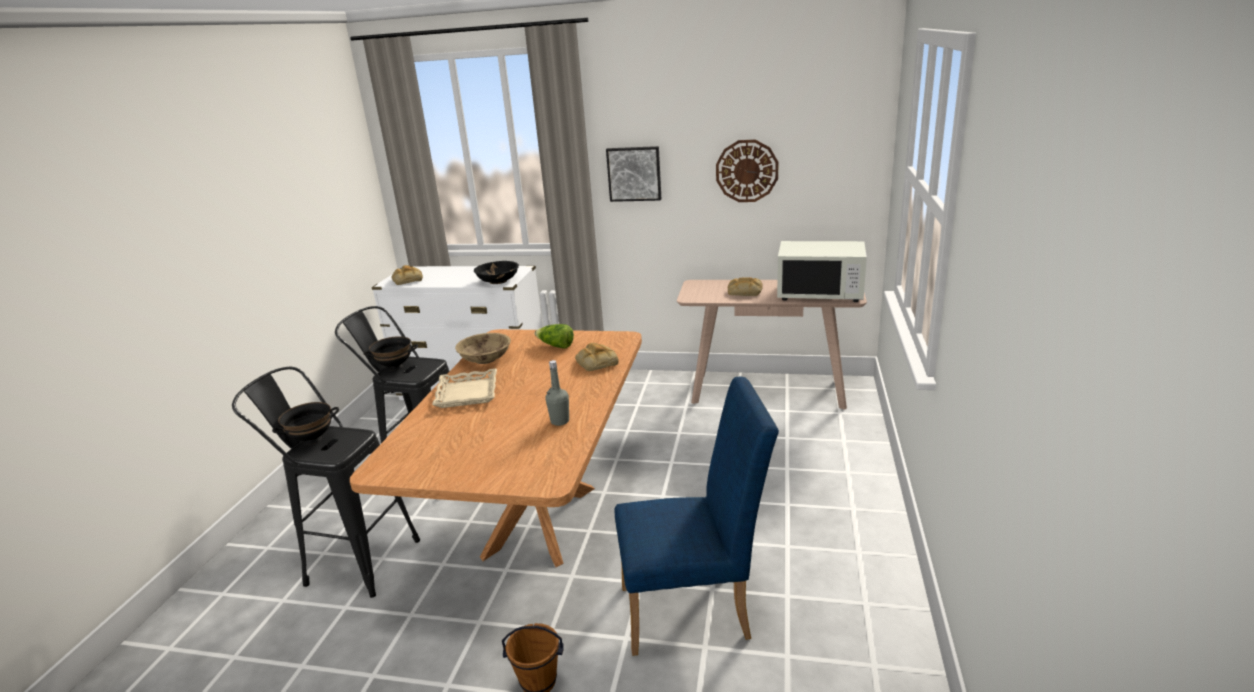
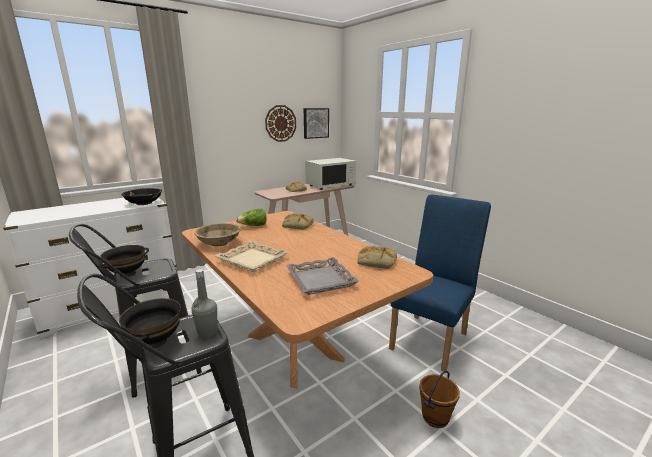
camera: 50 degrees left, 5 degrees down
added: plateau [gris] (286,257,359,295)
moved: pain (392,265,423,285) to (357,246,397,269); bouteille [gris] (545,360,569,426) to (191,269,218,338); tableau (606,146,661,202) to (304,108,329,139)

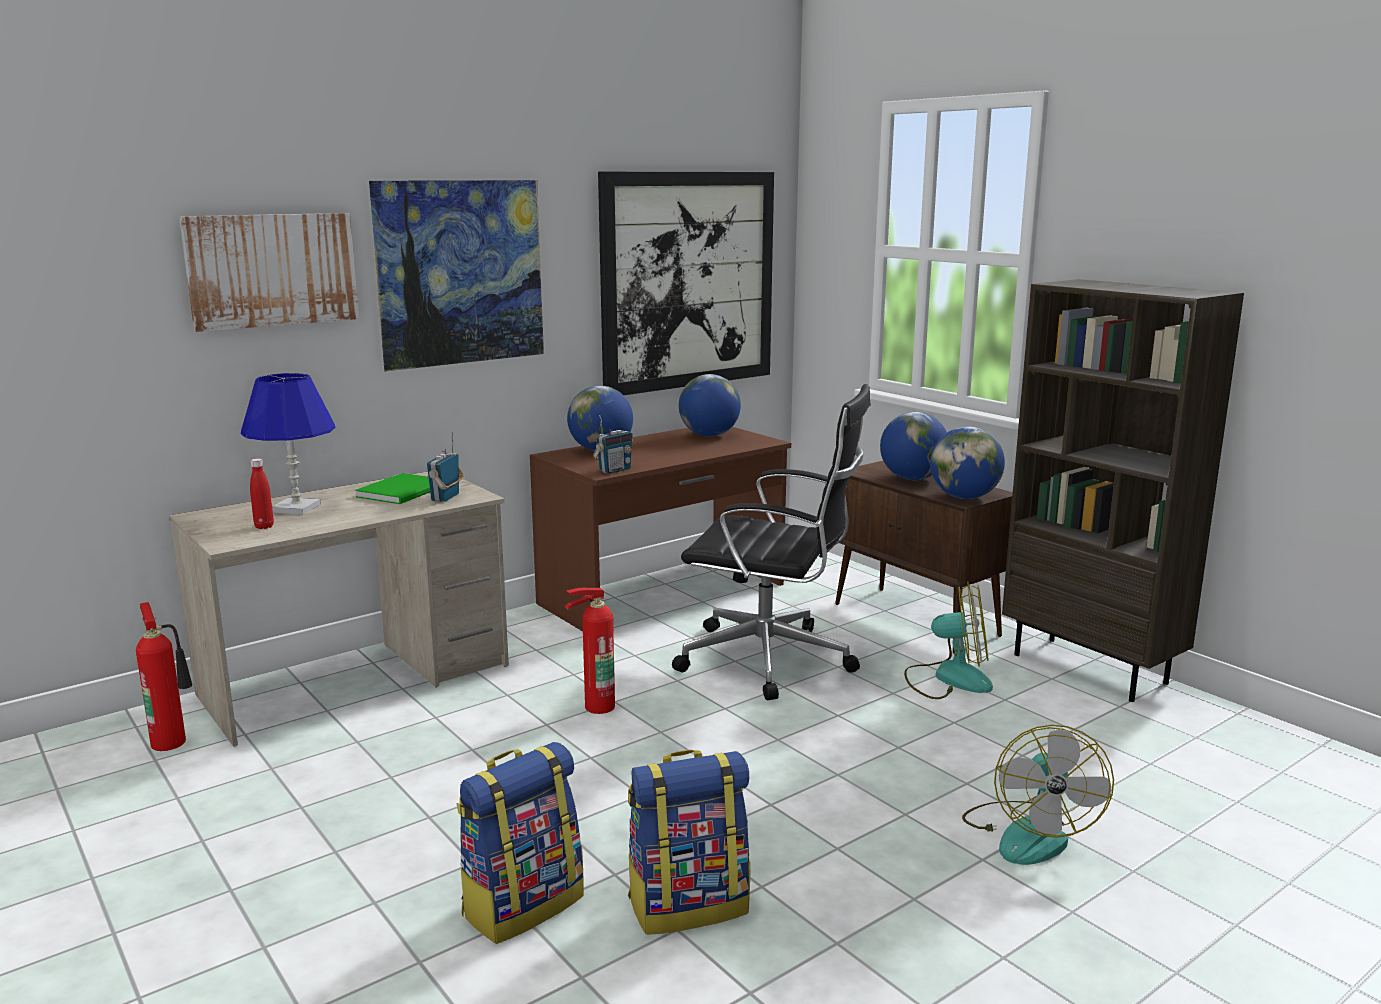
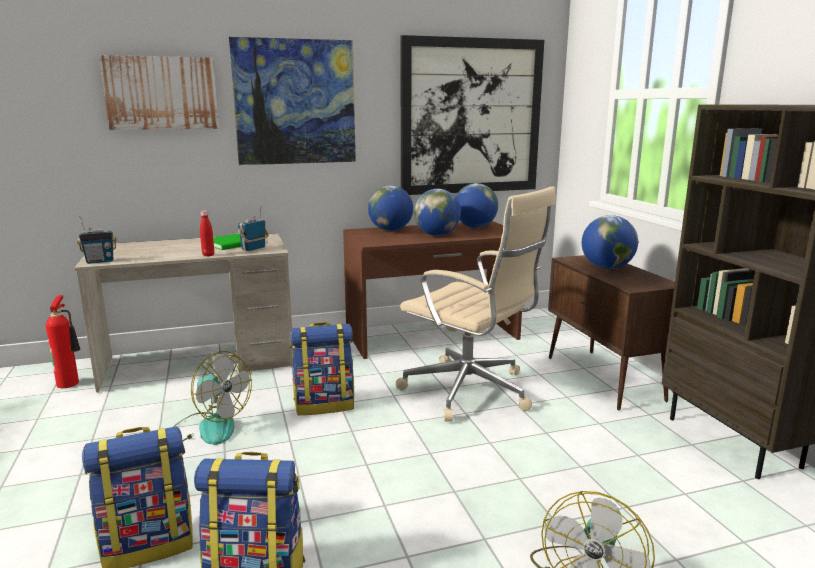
camera: 20 degrees right, 0 degrees up
removed: lampe de table [bleu] (241,373,335,514)
moved: bouteille [rouge] (250,459,274,529) to (200,211,214,257); radio (593,415,633,474) to (77,216,116,264); ventilateur (904,581,993,699) to (173,351,252,445); globe (930,426,1005,499) to (414,189,461,236)
replaced: extincteur (564,588,615,714) to sac à dos (290,322,354,415)
recoloured: chaise de bureau [noir] (672,384,871,700) to chaise de bureau [beige] (395,186,556,422)

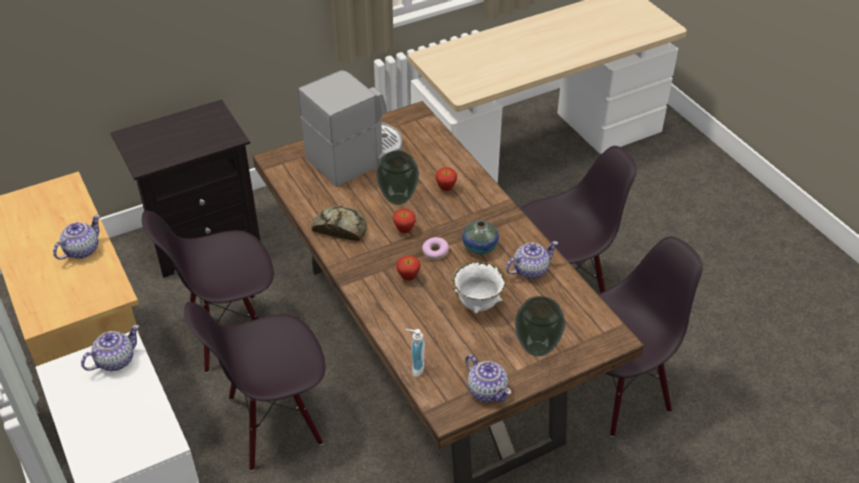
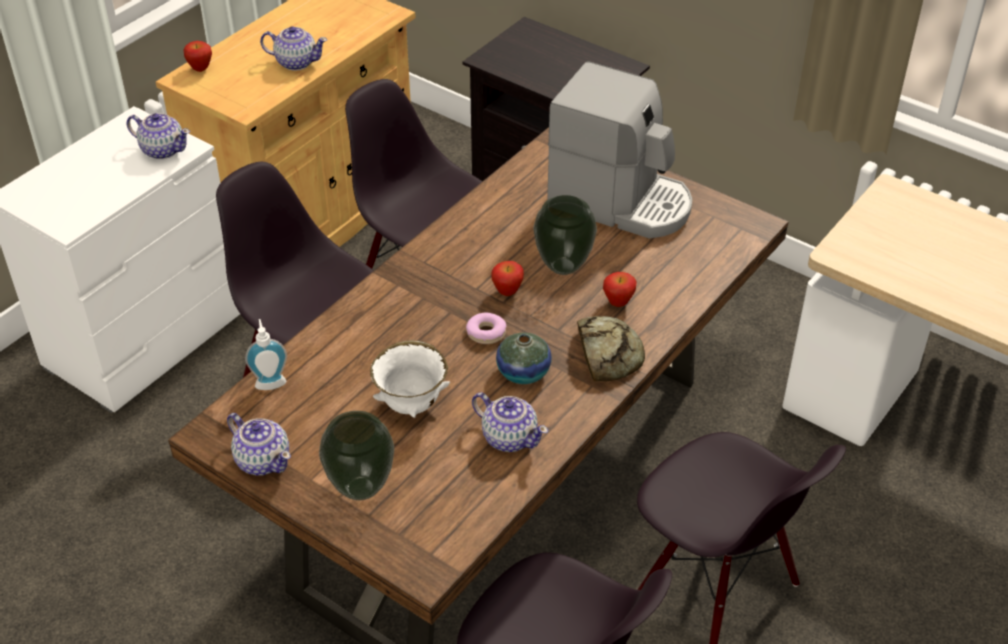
camera: 65 degrees right, 0 degrees up
moved: pain (311,206,367,241) to (577,316,645,381); pomme (396,256,421,281) to (184,41,212,72)
turned: théière (465,354,512,402) = (227,413,291,476) 75 degrees counterclockwise

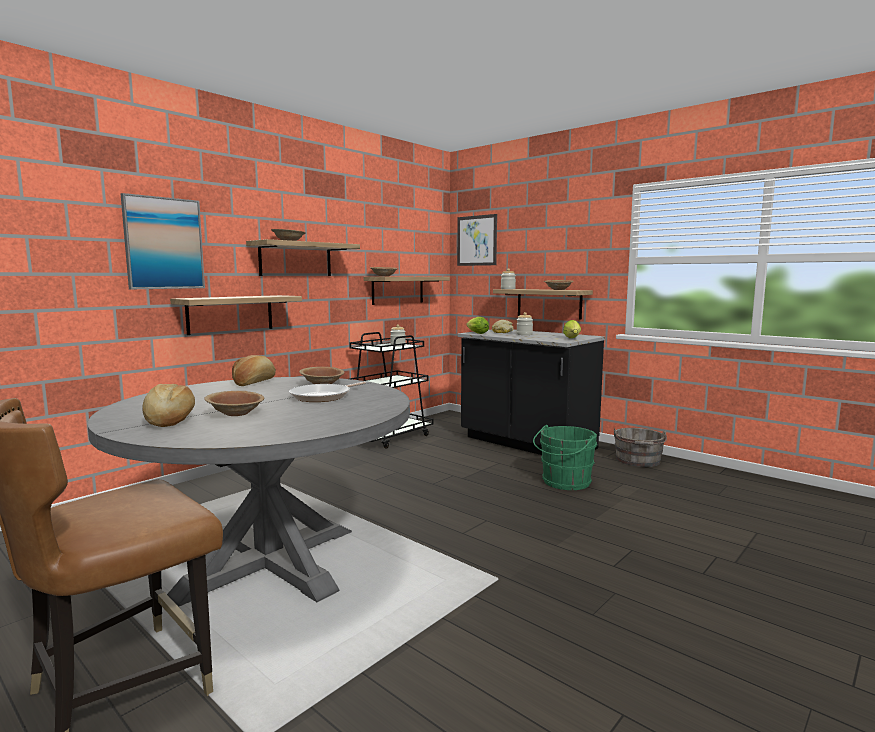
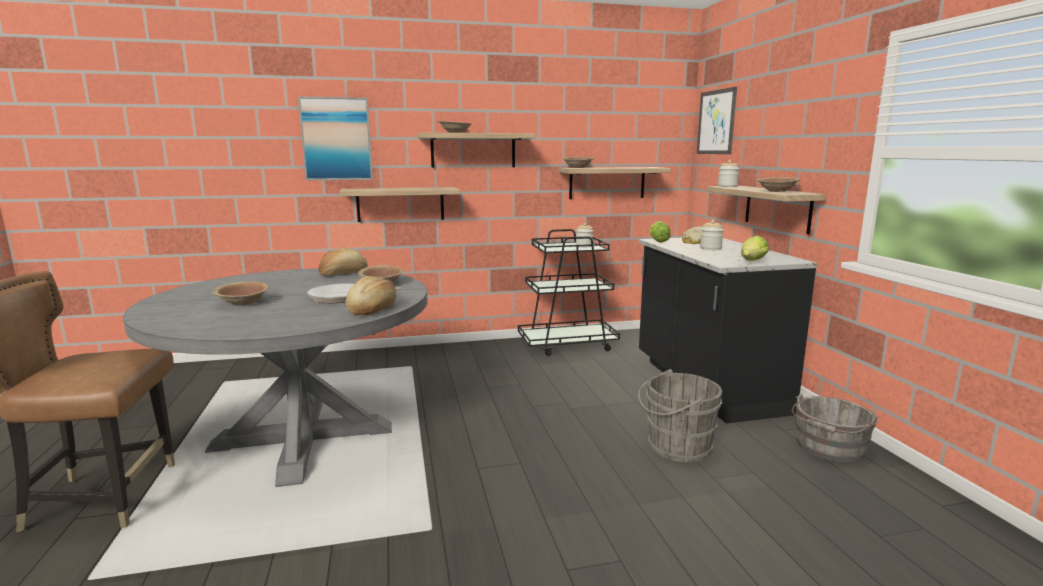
camera: 35 degrees right, 5 degrees up
moved: pain (142,384,195,427) to (346,276,396,315)
recoloured: seau [vert] (533,425,597,490) to seau [gris] (638,369,723,462)

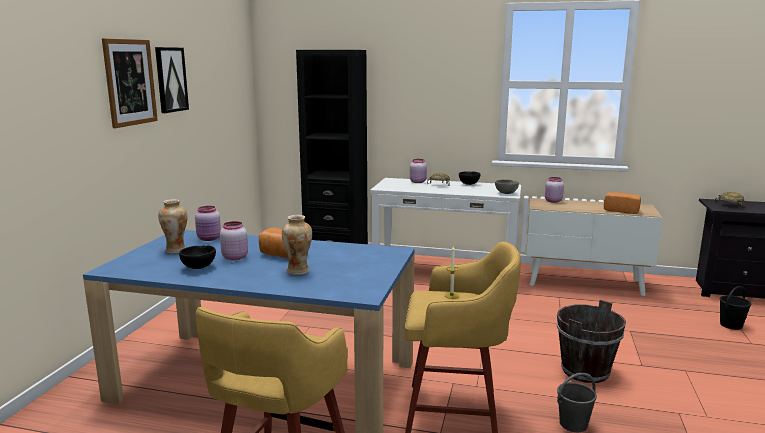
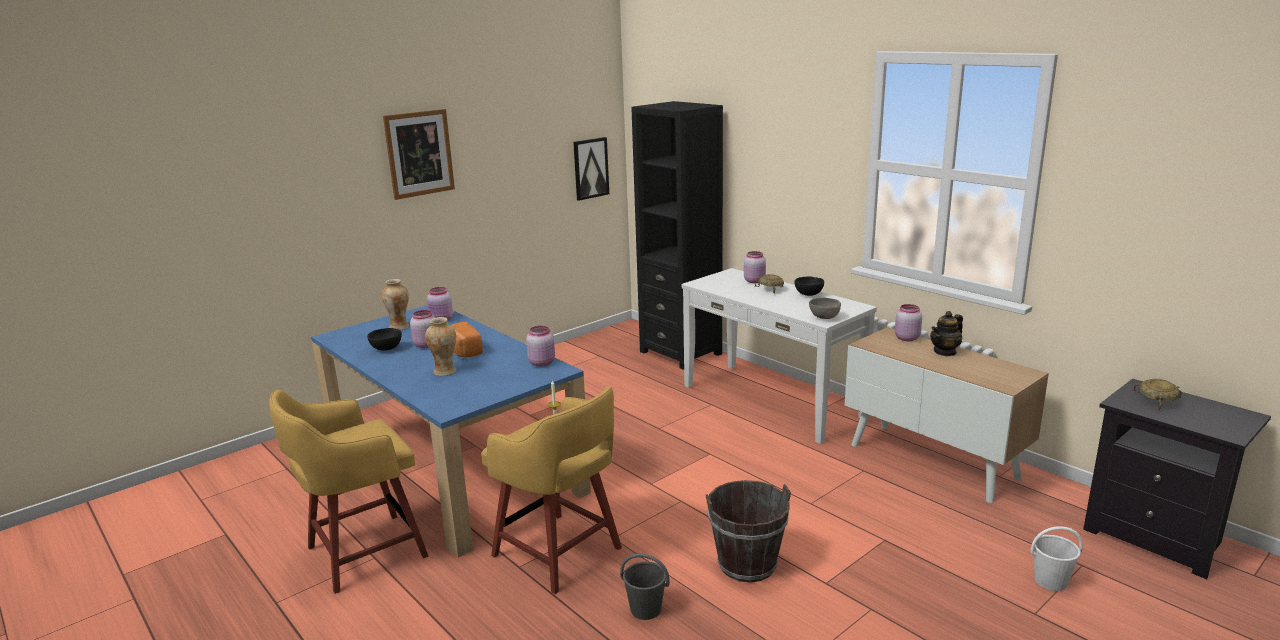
camera: 35 degrees right, 5 degrees up
removed: pain (604,192,641,214)
added: bocal [rose] (526,326,555,366); théière (930,311,963,356)
moved: tableau (155,47,189,113) to (573,137,609,201)
recoloured: seau [noir] (720,286,751,330) to seau [blanc] (1030,526,1083,591)

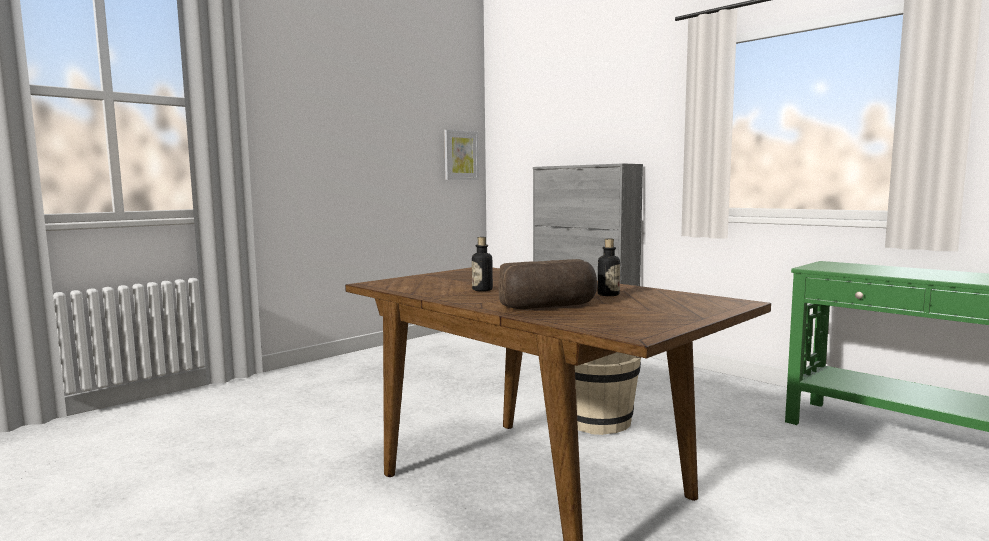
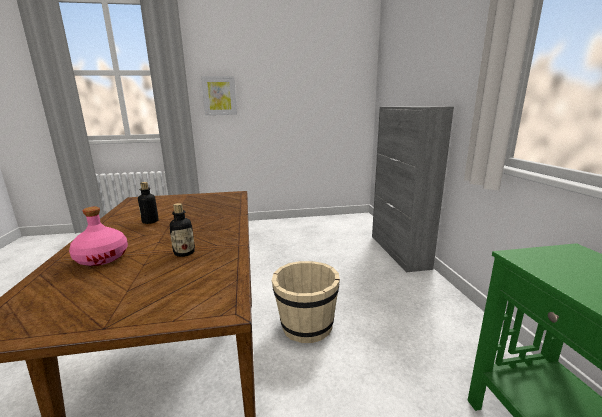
camera: 35 degrees right, 10 degrees up
moved: tableau (444,130,479,180) to (201,76,237,115)
replaced: pain (498,259,597,309) to bouteille [rose] (69,207,128,266)

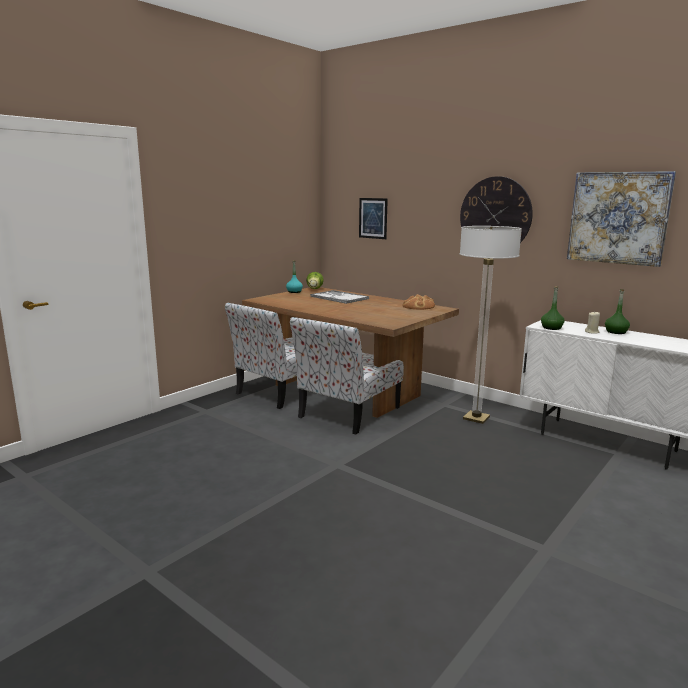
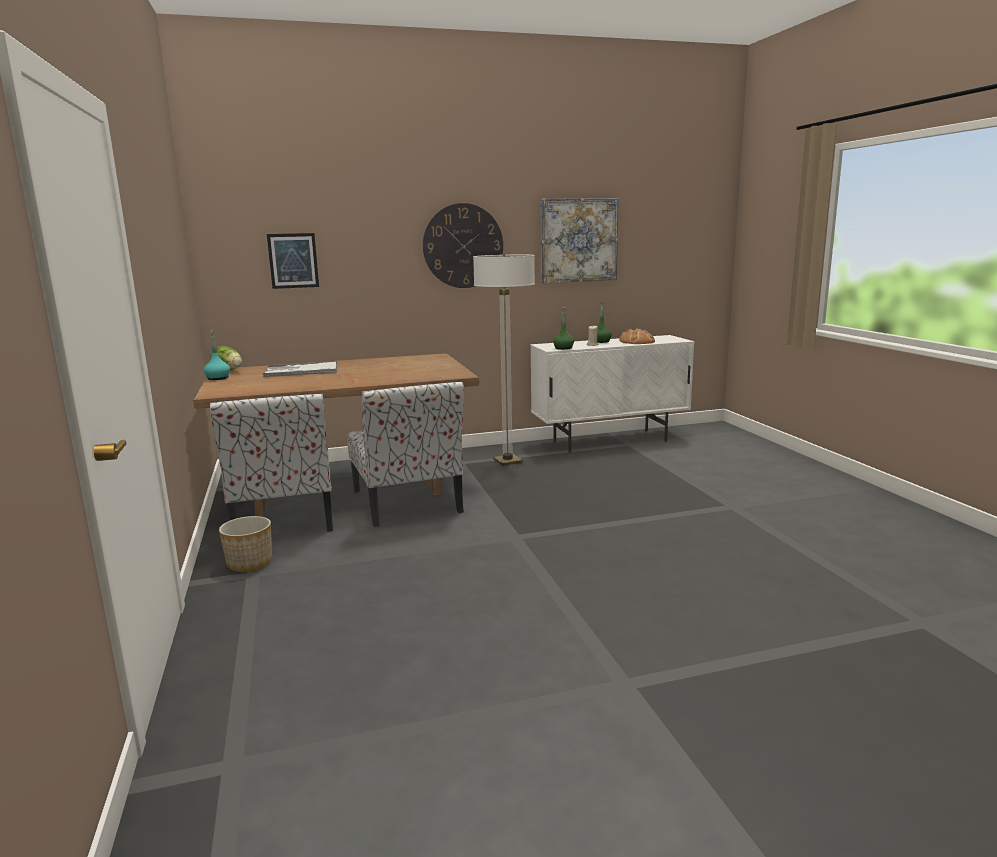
camera: 55 degrees left, 0 degrees up
added: cache-pot (219,516,272,572)
moved: pain (403,294,435,310) to (619,328,655,344)

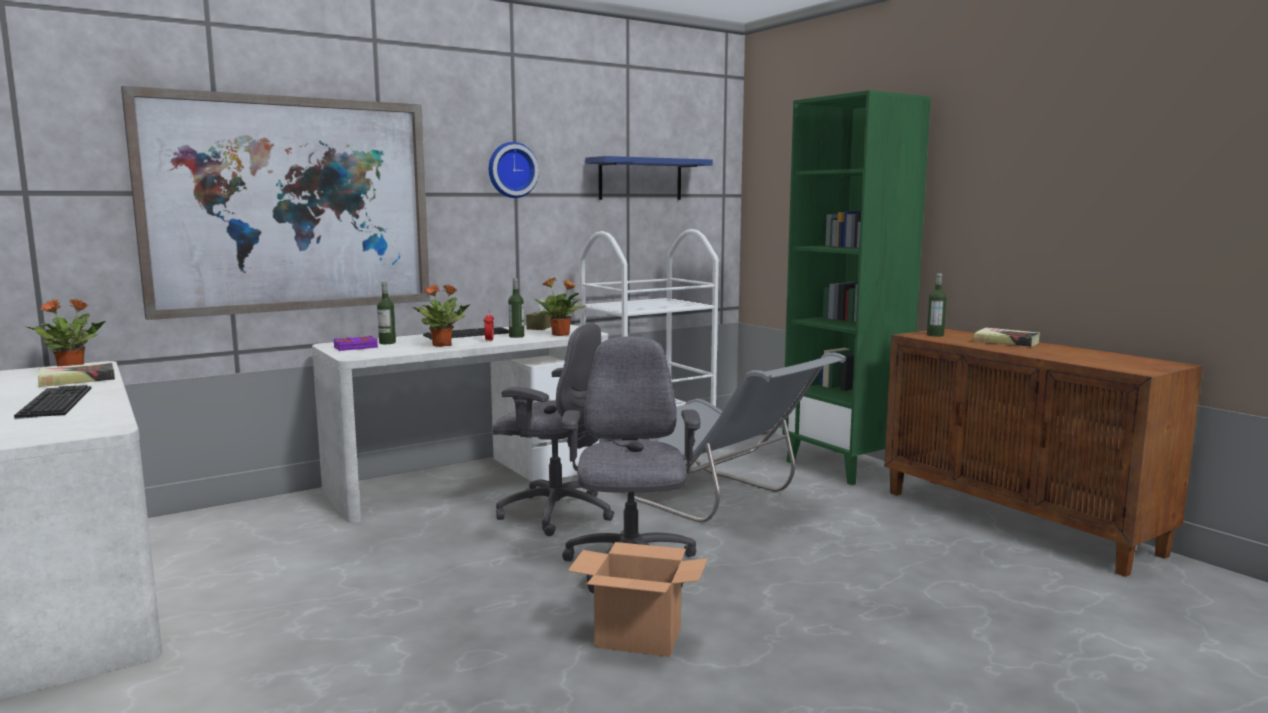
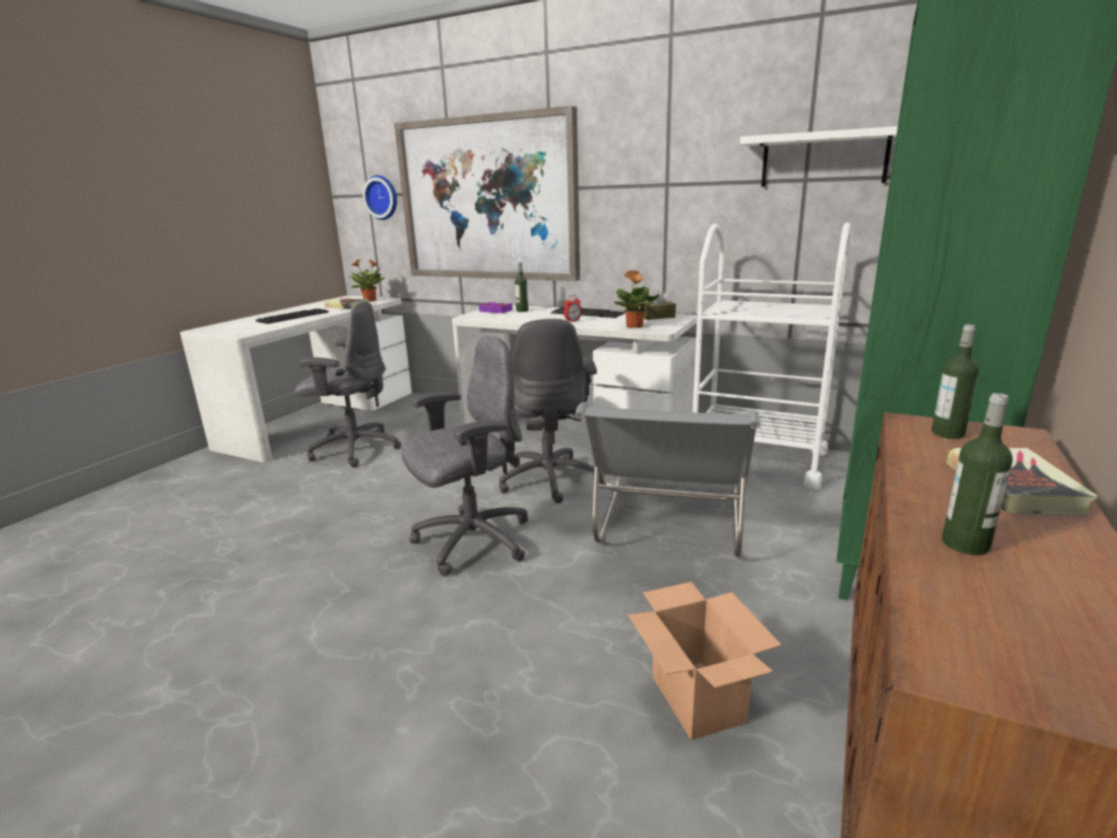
camera: 60 degrees right, 10 degrees up
removed: plante en pot (412,284,470,347)
added: chaise de bureau [gris] (295,301,401,468)
moved: horloge murale (489,142,539,198) to (362,175,397,220); bouteille (508,278,524,338) to (942,393,1013,555); carton (568,542,707,657) to (628,582,782,740)
recoloured: étagère [bleu] (585,156,713,200) to étagère [blanc] (740,126,898,187)

